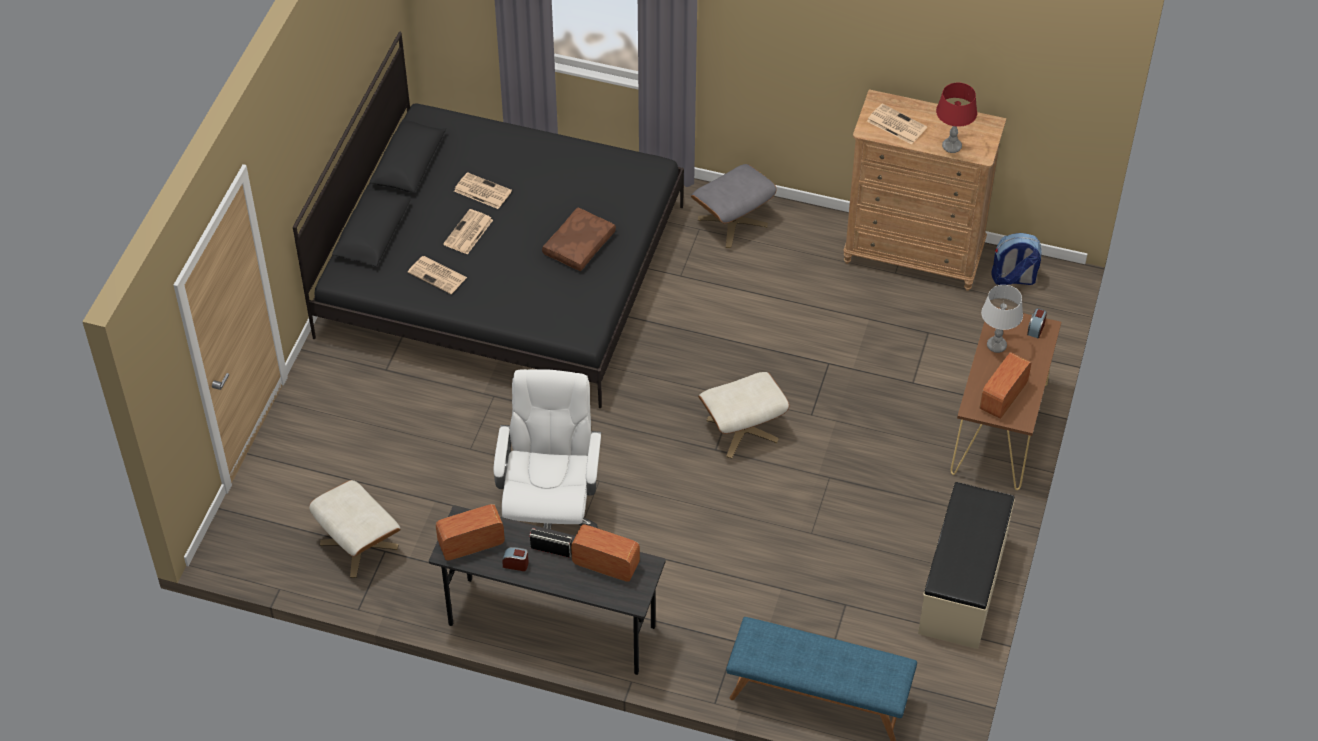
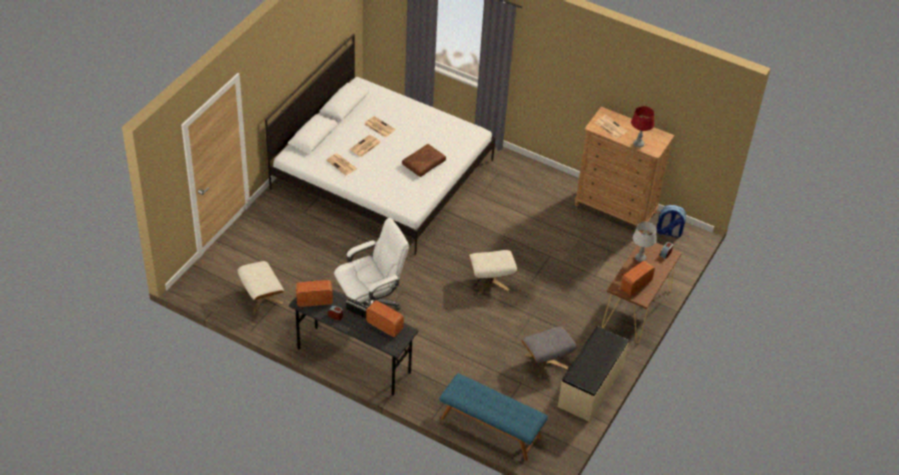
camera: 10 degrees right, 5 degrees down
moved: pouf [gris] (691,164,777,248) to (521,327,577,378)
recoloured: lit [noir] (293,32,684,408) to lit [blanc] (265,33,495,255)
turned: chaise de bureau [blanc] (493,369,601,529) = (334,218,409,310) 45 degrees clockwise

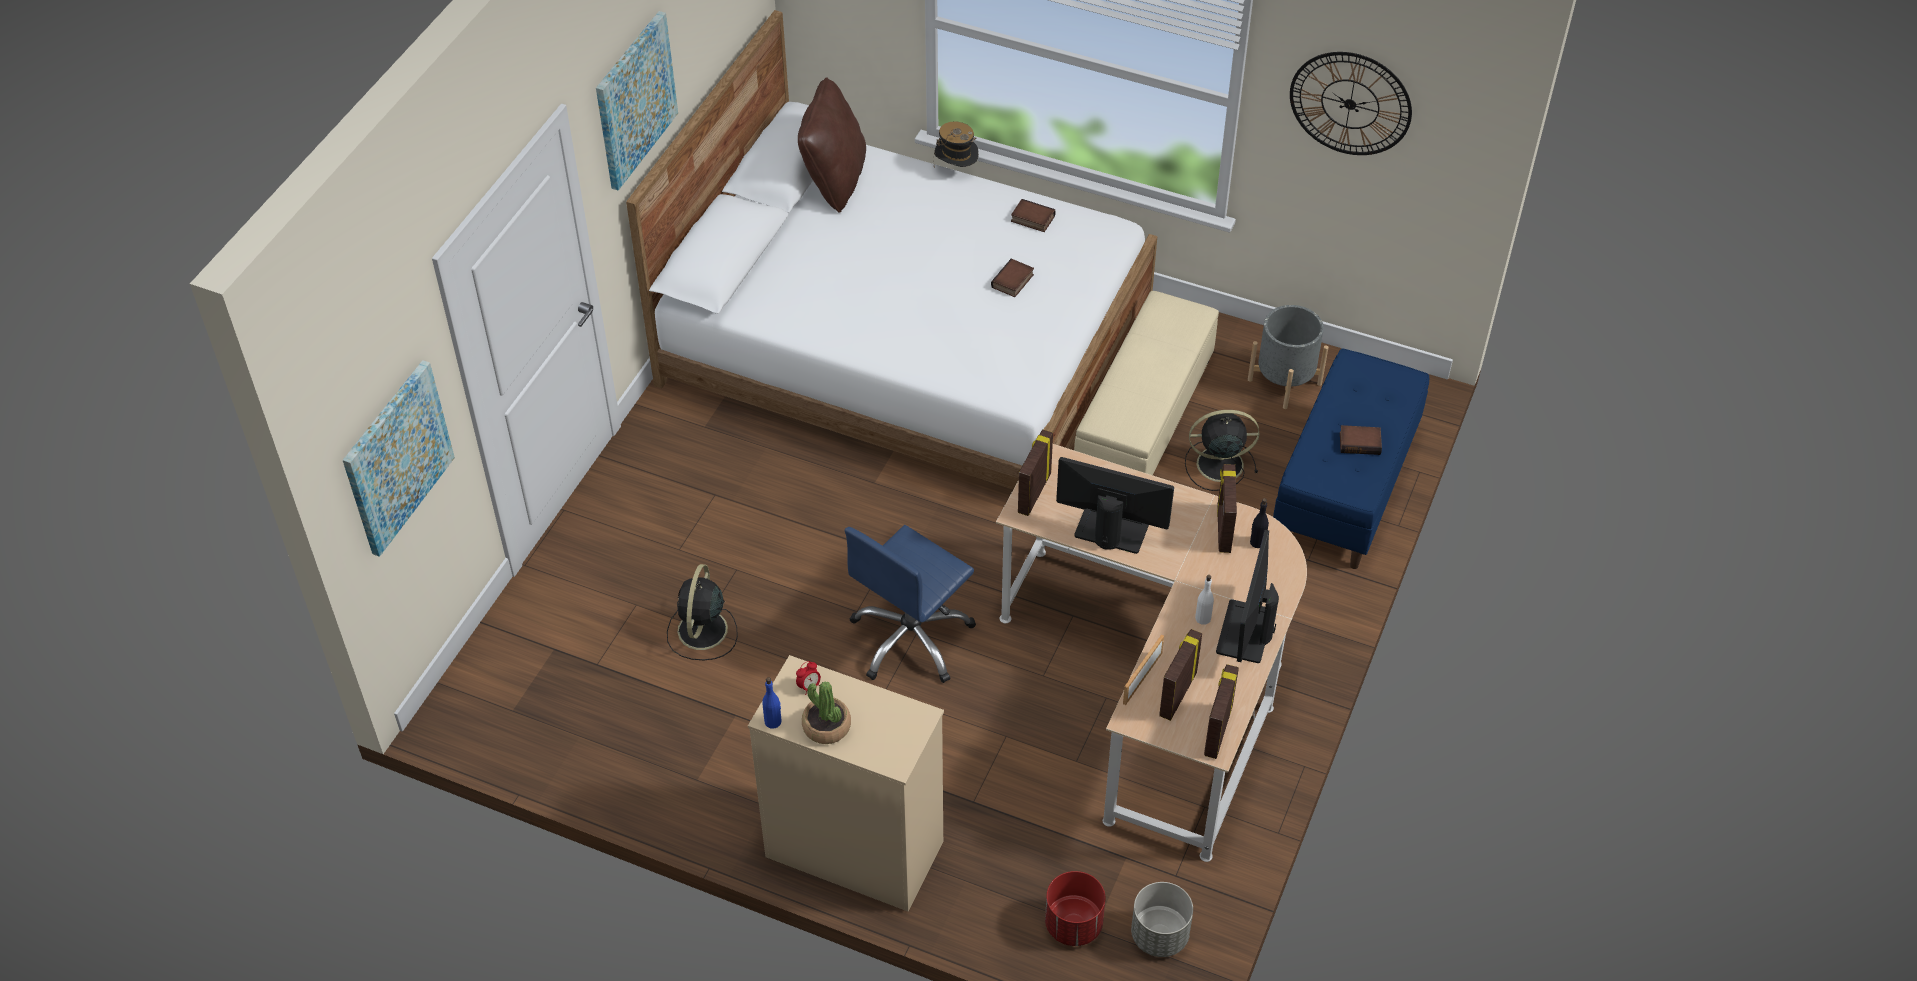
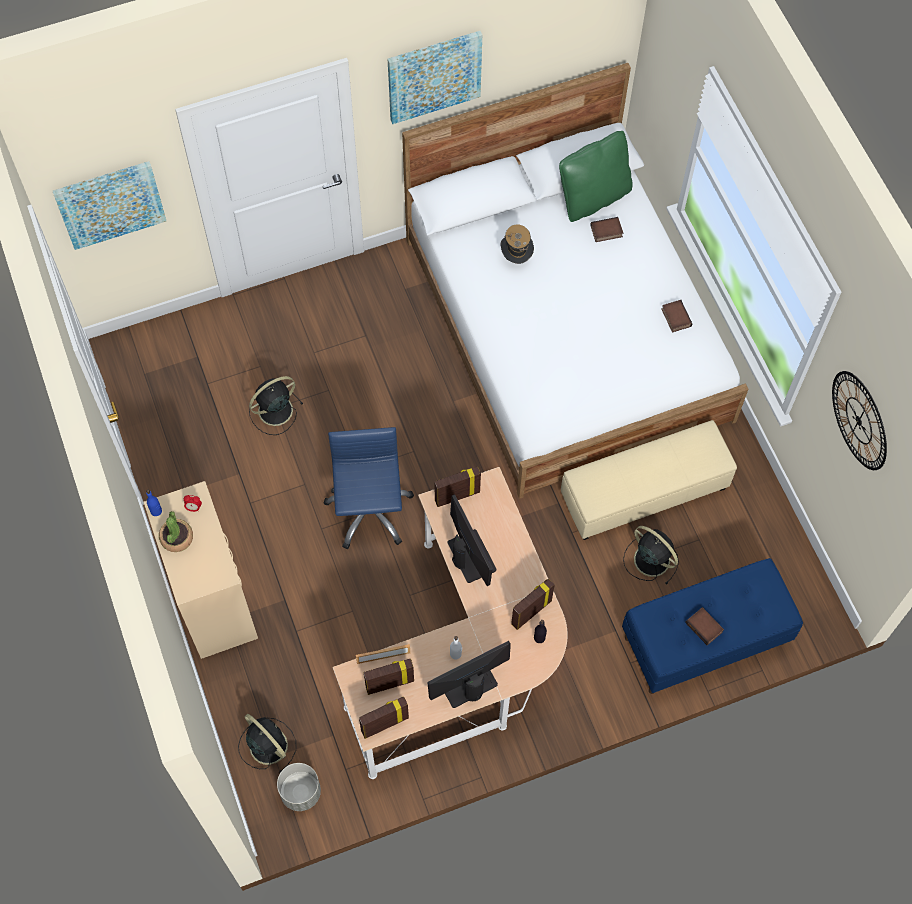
camera: 45 degrees right, 15 degrees up
removed: cache-pot [gris] (1248,305,1329,409)
moved: chapeau (934,121,979,167) to (501,225,534,264); livre (991,259,1034,297) to (590,217,623,242)
replaced: cache-pot [rouge] (1045,871,1105,946) to ventilateur [noir] (238,714,296,773)
recoloured: coussin [marron] (798,77,866,213) to coussin [vert] (559,131,633,222)
turned: chaise de bureau [bleu] (845,525,976,683) = (324,427,414,549) 90 degrees clockwise

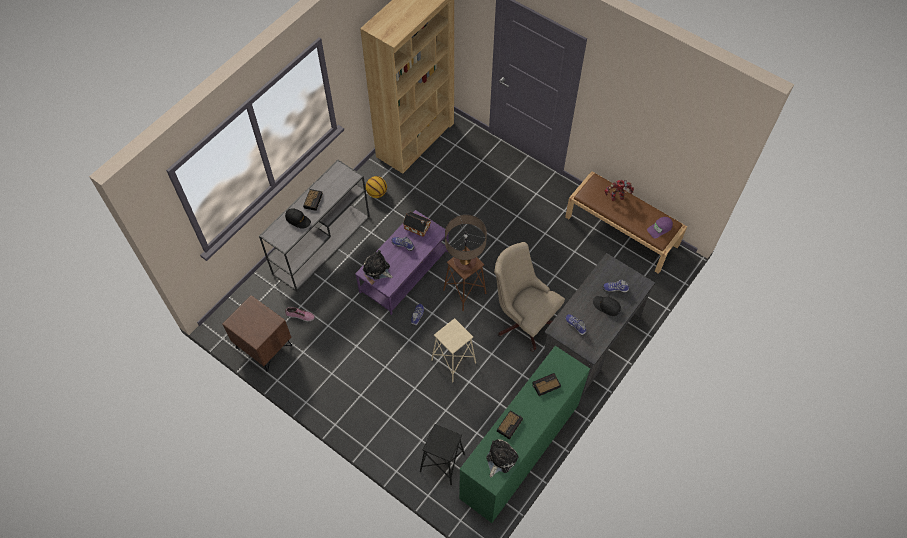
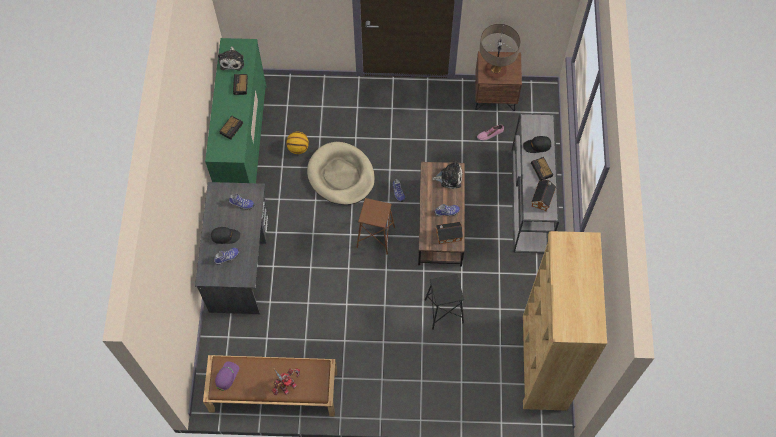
camera: 145 degrees right, 5 degrees up
removed: chaise de bureau [beige] (494,242,565,352)
added: maison miniature (532,180,556,211)
moved: ballon de basket (366,176,387,198) to (286,132,309,154); tabouret [noir] (420,424,465,485) to (425,274,464,330); lampe de table (445,215,487,270) to (480,24,521,78)
replaced: tabouret [beige] (431,318,476,382) to panier pour chien [beige] (307,142,375,205)
recoloured: table basse [violet] (355,210,448,315) to table basse [marron] (418,162,465,267)

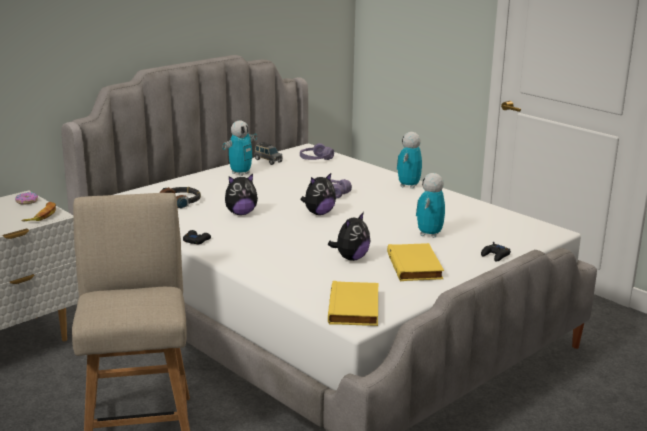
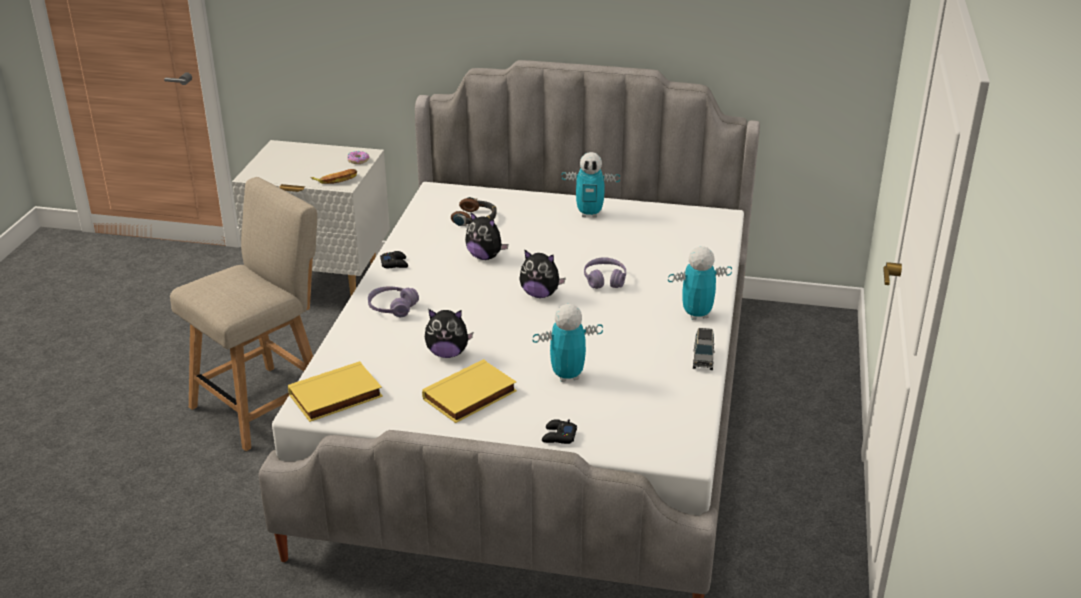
camera: 55 degrees right, 10 degrees up
moved: petite voiture [gris] (254,142,283,165) to (693,328,715,370); casque audio [violet] (300,143,334,160) to (368,286,419,317)

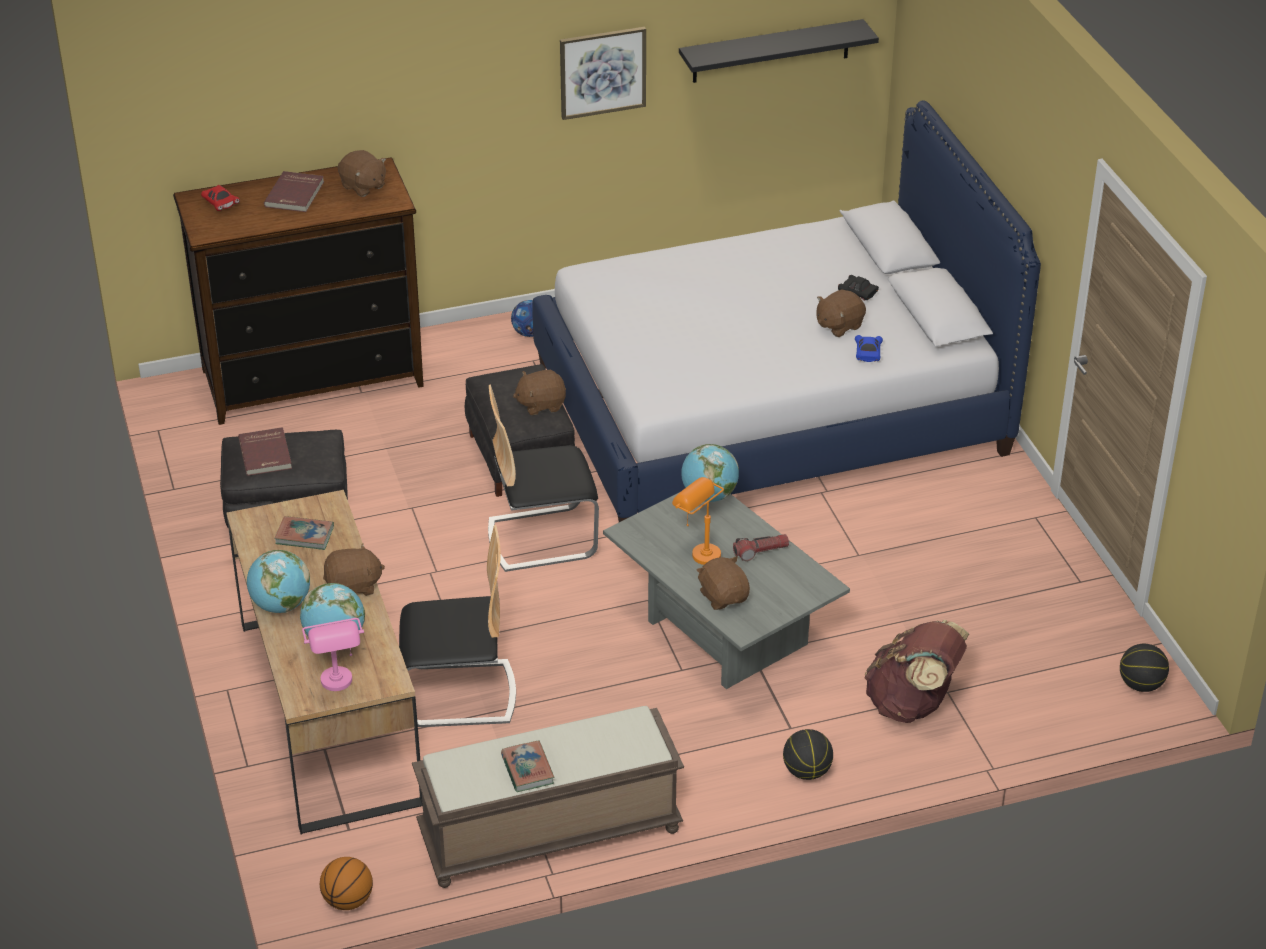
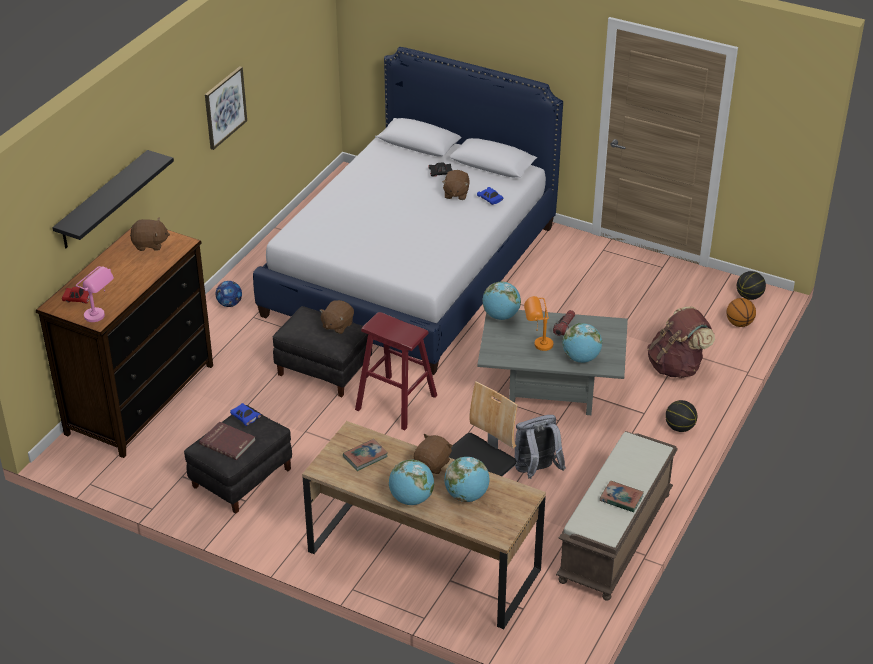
camera: 45 degrees left, 0 degrees up
removed: livre [rouge] (264,171,324,212)
added: petite voiture [bleu] (230,403,261,426); sac à dos [gris] (515,415,566,479)
moved: lampe de table [rose] (302,618,364,691) to (76,266,114,322); ballon de basket (320,857,373,910) to (726,298,756,327); étagère [noir] (679,19,879,83) to (52,150,174,248)
replaced: chaise (488,384,599,572) to tabouret [rouge] (355,312,437,431); peluche [marron] (697,556,750,610) to globe (562,323,602,363)

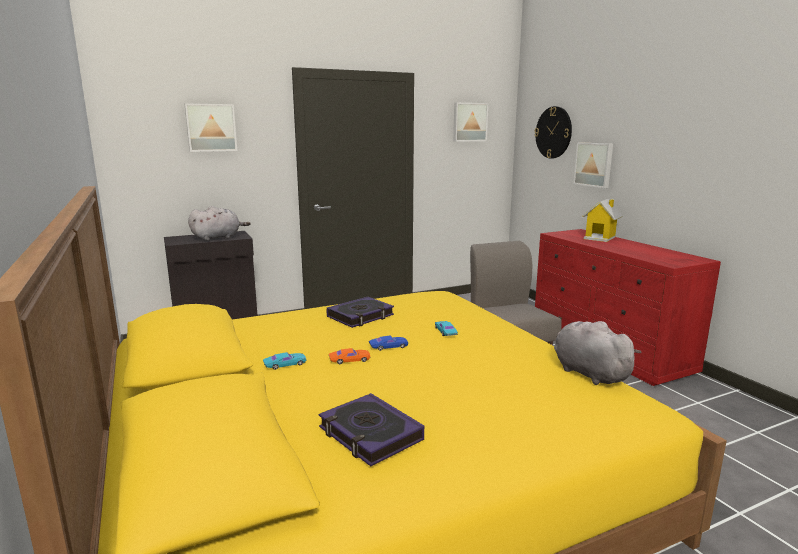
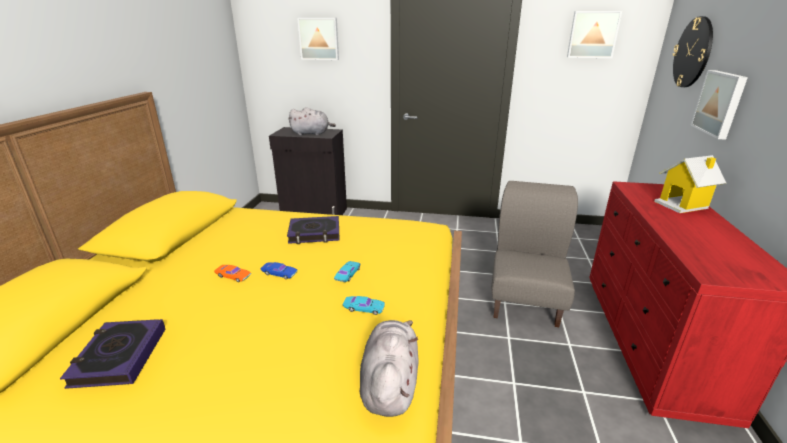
camera: 35 degrees right, 10 degrees up
moved: petite voiture [turquoise] (263,352,306,370) to (343,296,385,315)

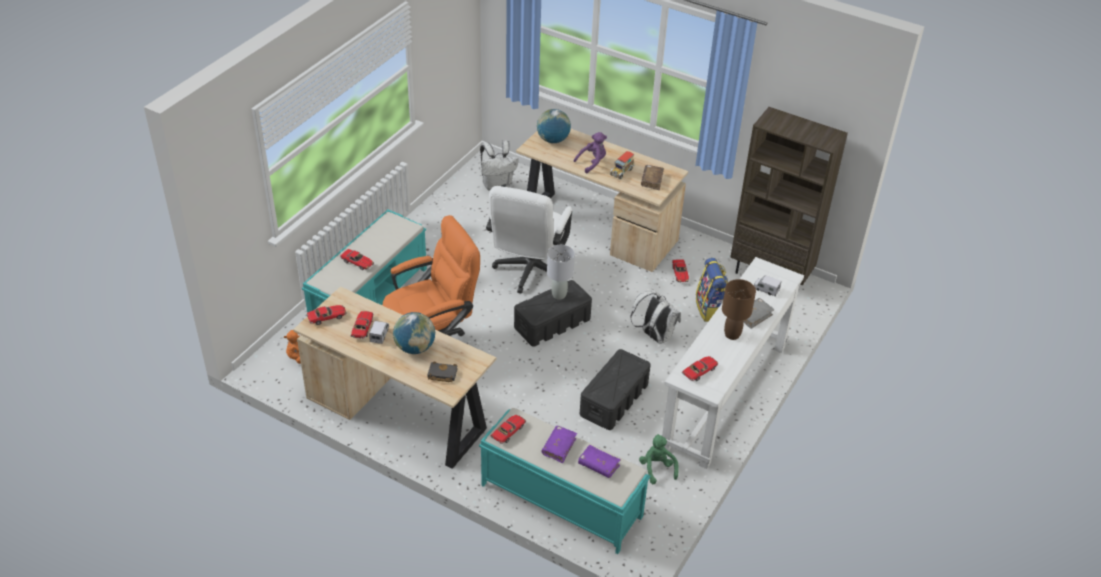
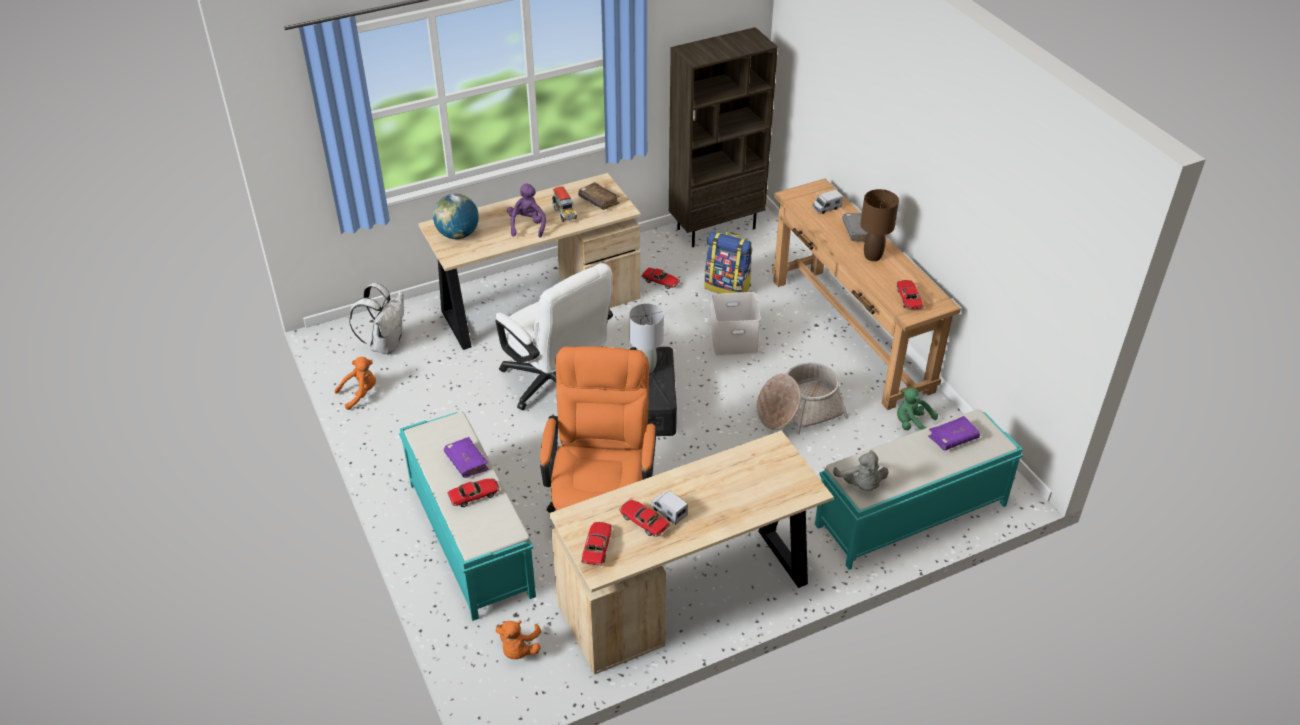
camera: 55 degrees left, 0 degrees up
removed: globe (393,312,435,354); livre [noir] (428,361,458,382)
added: peluche [orange] (335,357,376,410)
moved: livre [violet] (542,426,577,463) to (444,437,489,478)
replaced: petite voiture (490,415,526,444) to peluche [gris] (833,450,888,491); boîte de rangement [noir] (580,349,651,430) to panier (757,362,849,434); sac à dos [blanc] (630,289,681,344) to boîte de rangement [blanc] (710,292,761,356)
recoloured: table console [blanc] (661,257,804,469) to table console [marron] (772,179,961,410)

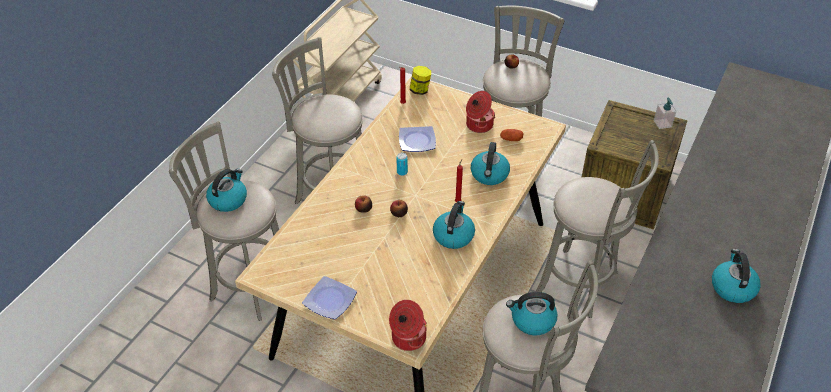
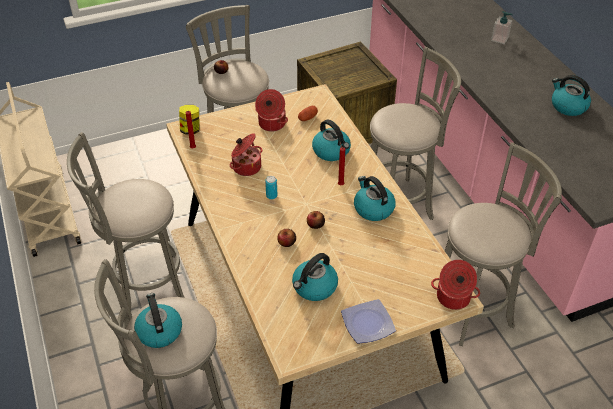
camera: 50 degrees left, 0 degrees up
moved: bouilloire (506,292,558,336) to (292,253,338,301); distributeur de savon (654,98,676,129) to (491,11,513,44)
replaced: assiette (399,126,436,152) to marmite (230,133,262,176)

